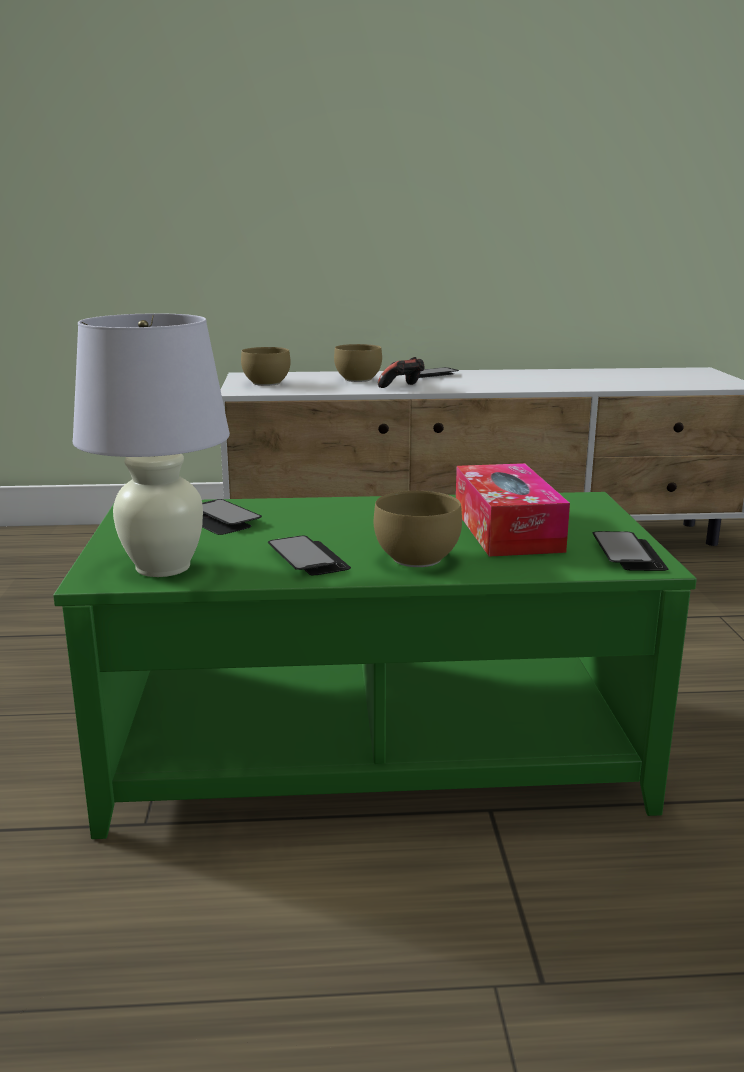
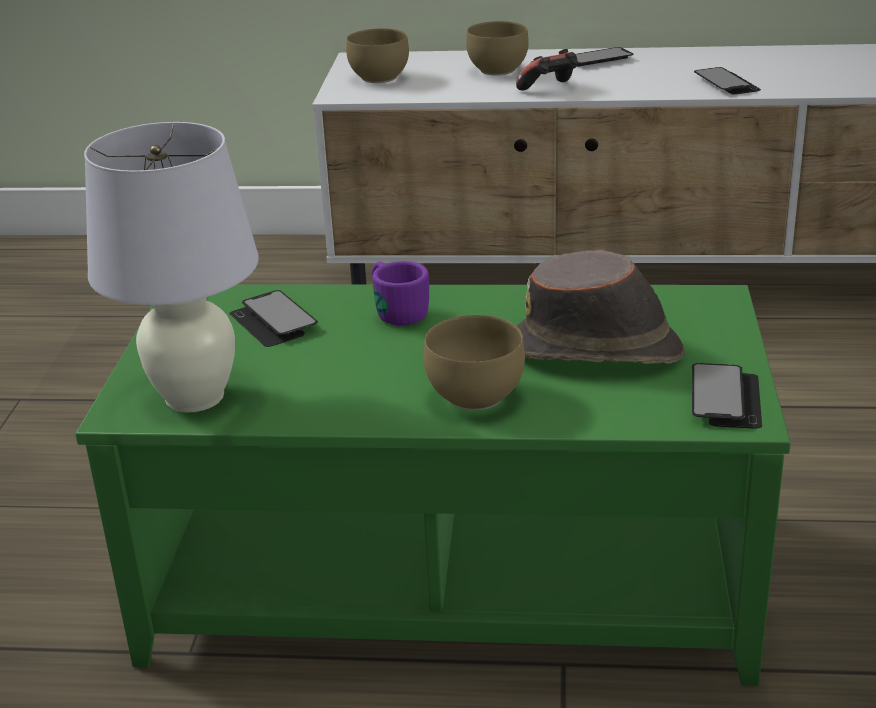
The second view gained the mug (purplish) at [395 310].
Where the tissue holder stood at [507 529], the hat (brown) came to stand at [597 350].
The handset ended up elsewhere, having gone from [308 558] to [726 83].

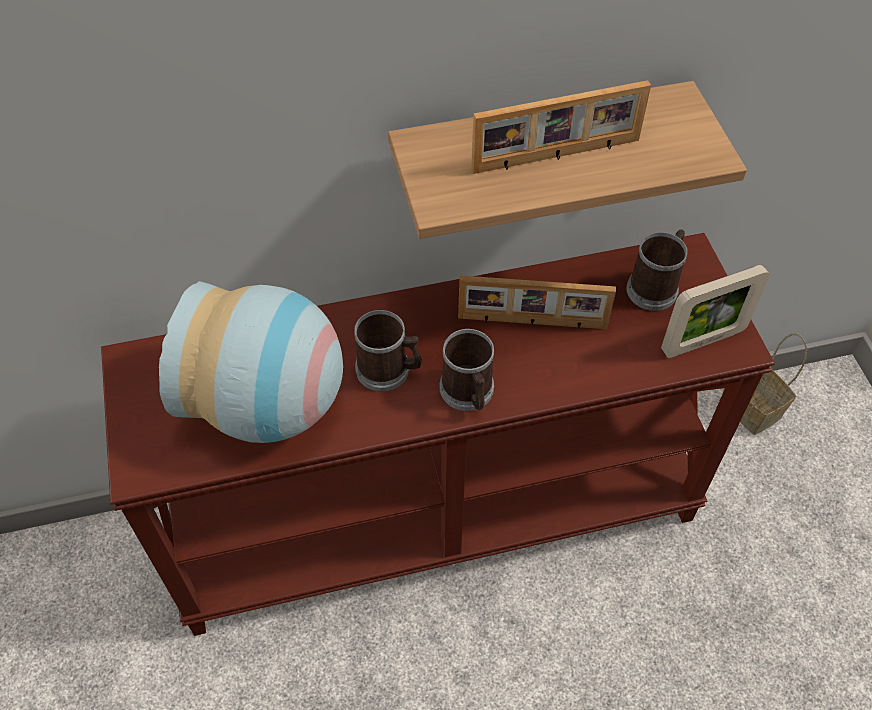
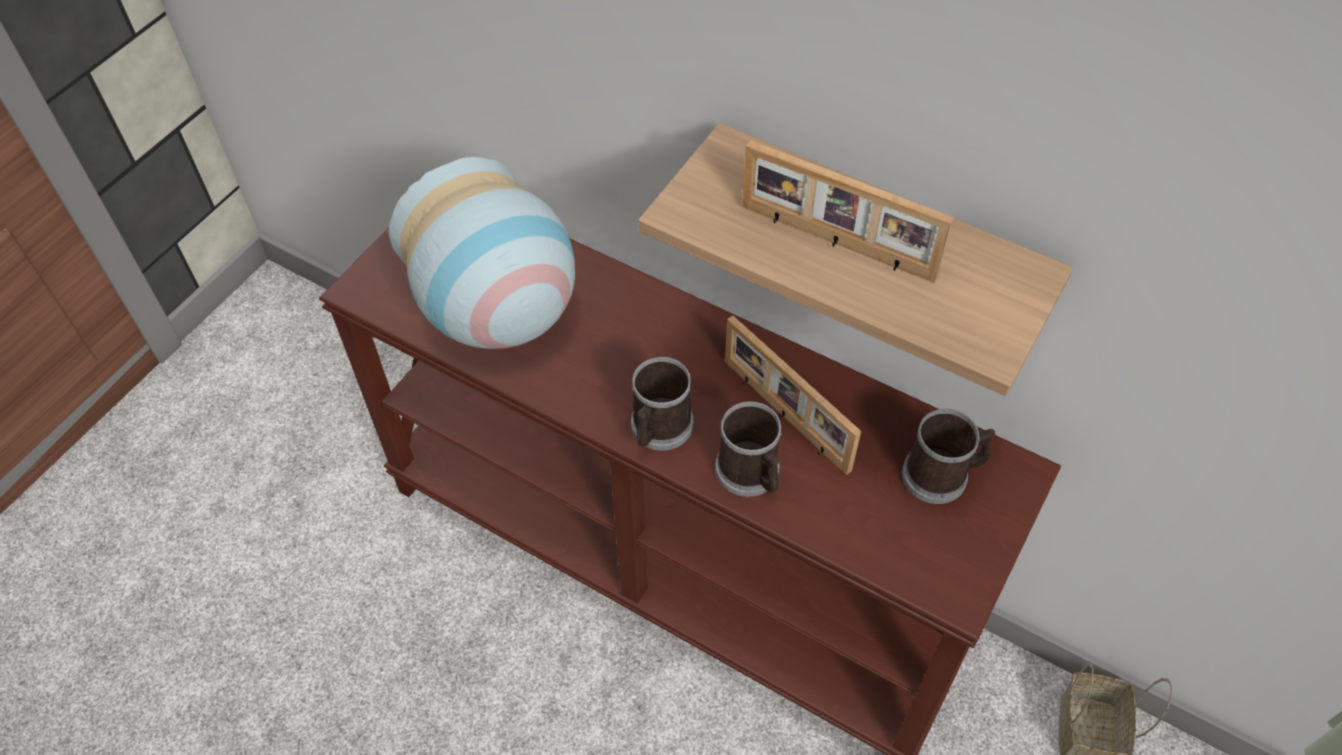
The mug ended up elsewhere, having gone from [389 370] to [751 474].
The second view lost the standing frame at [703 341].

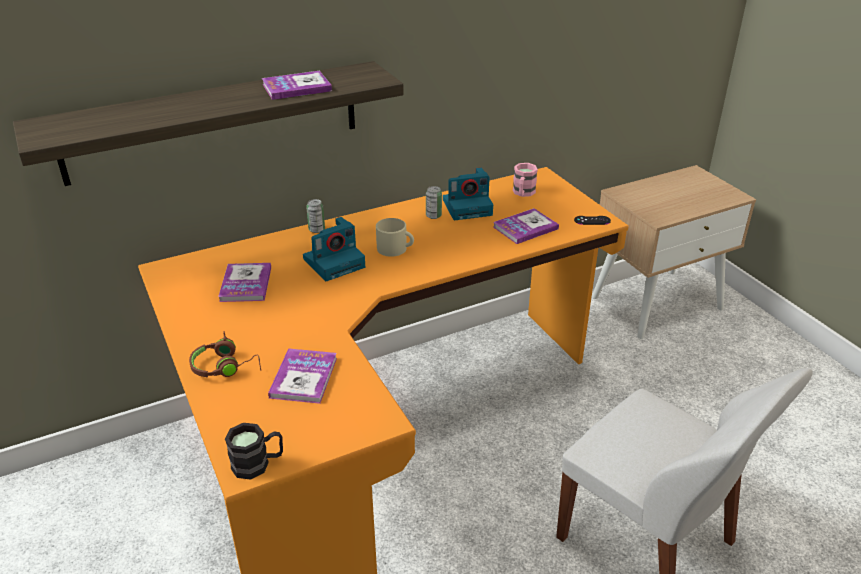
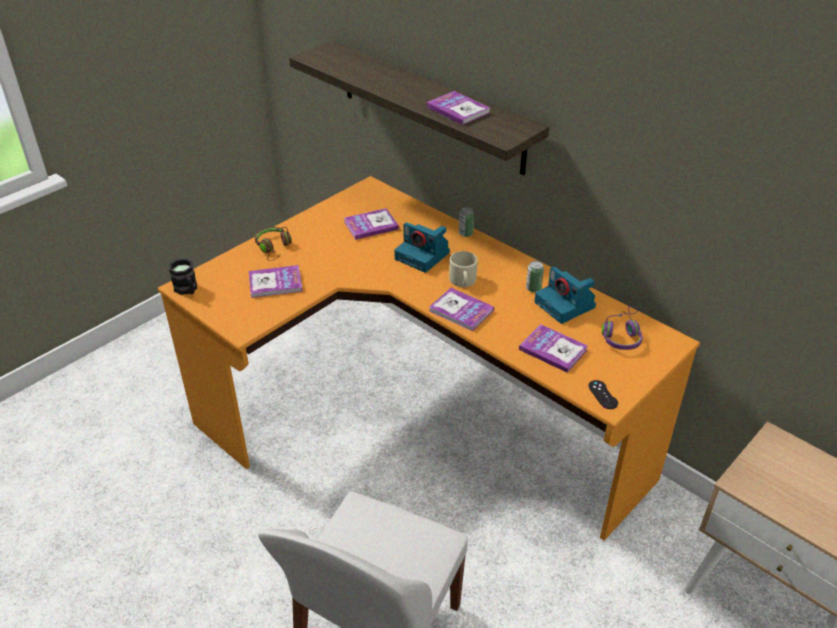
The second view gained the book at [461 311].
Where the mug (pink) stood at [523 193], the headset (purplish) came to stand at [622 335].

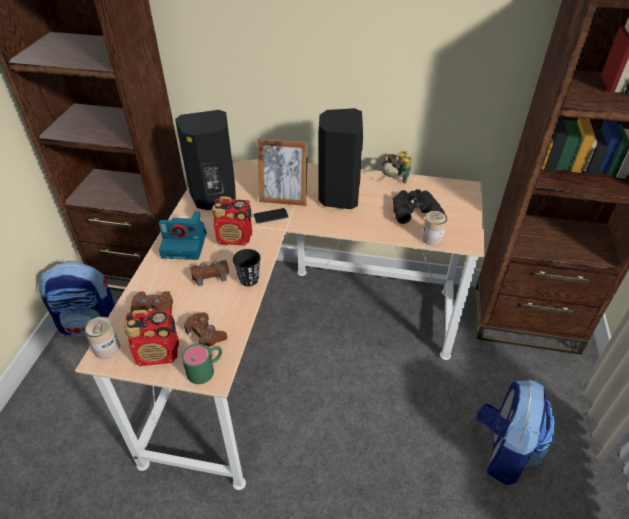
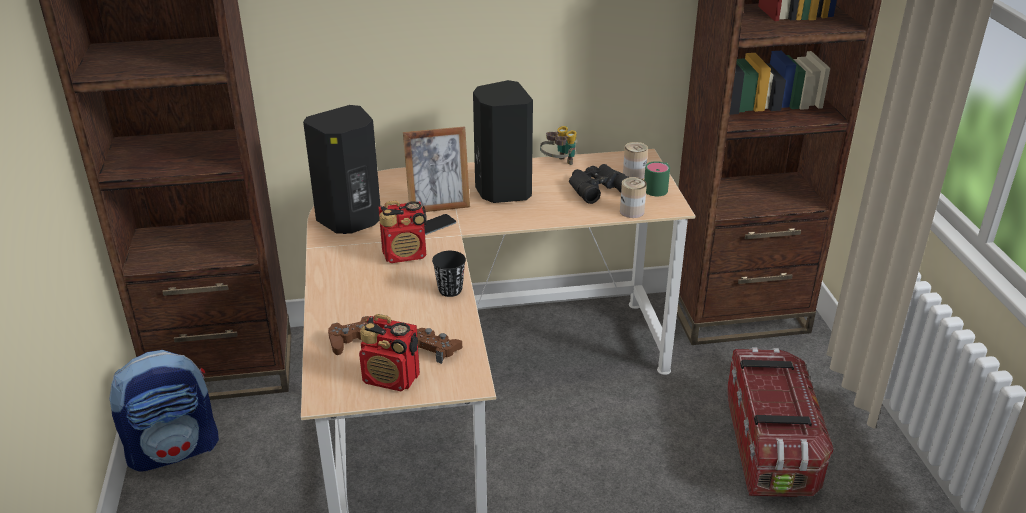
The radio set at [158 353] ended up facing another way, 45 degrees clockwise from before.
The can ended up elsewhere, having gone from [107 348] to [634 174].
The mug (green-coloured) ended up elsewhere, having gone from [206 369] to [658 187].
Where the knapsack stood at [503 450], the storage bin came to stand at [769 445].
The second view lost the photo camera at [185 244].
The second view lost the joypad (brown) at [210 275].

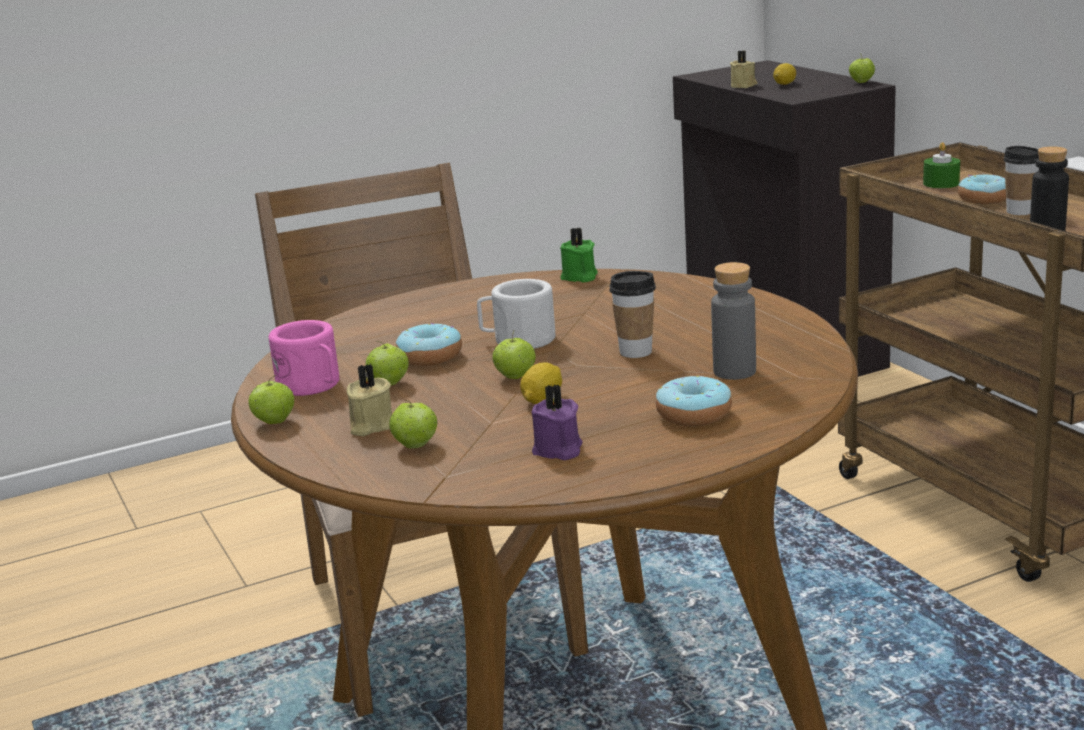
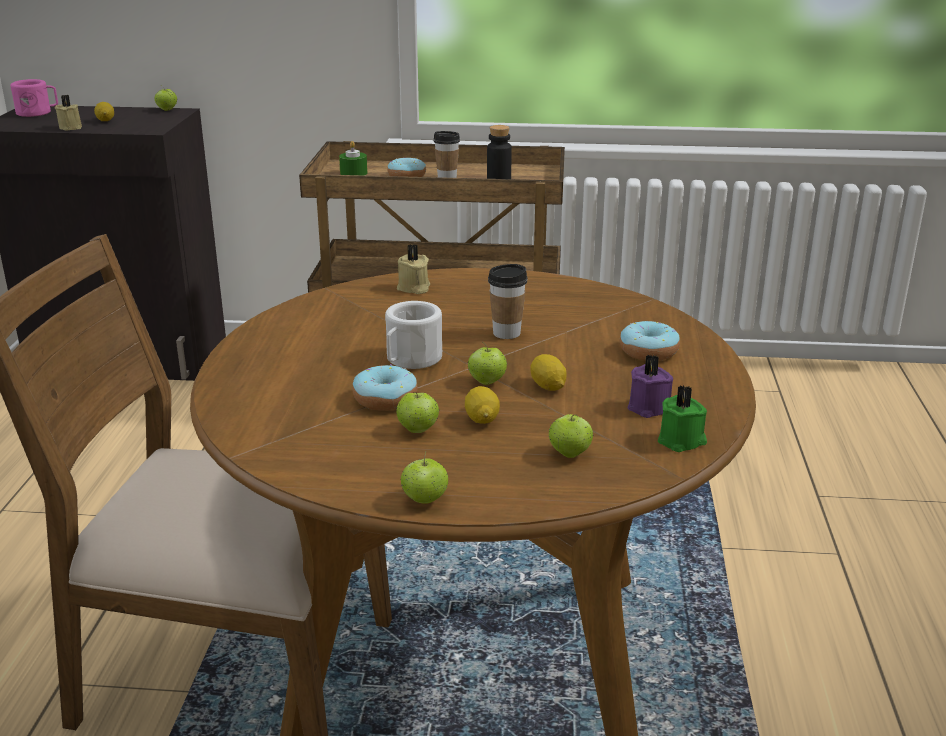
The mug (pink) ended up elsewhere, having gone from [313 386] to [38 113].
The wax candle (beige-coloured) ended up elsewhere, having gone from [370 426] to [414 288].
The second view gained the whole lemon at [481 419].
The wax candle (green-coloured) ended up elsewhere, having gone from [579 277] to [682 441].
The second view lost the drink bottle (greyish) at [734 371].

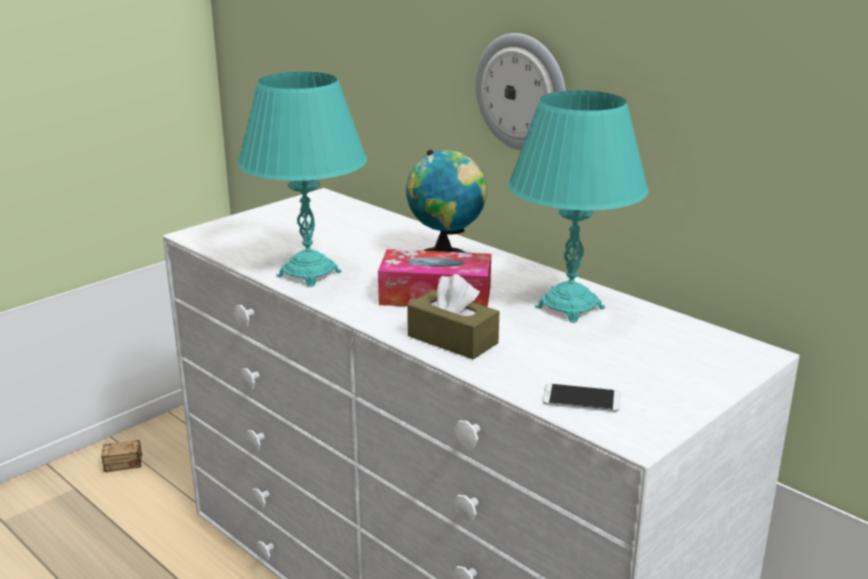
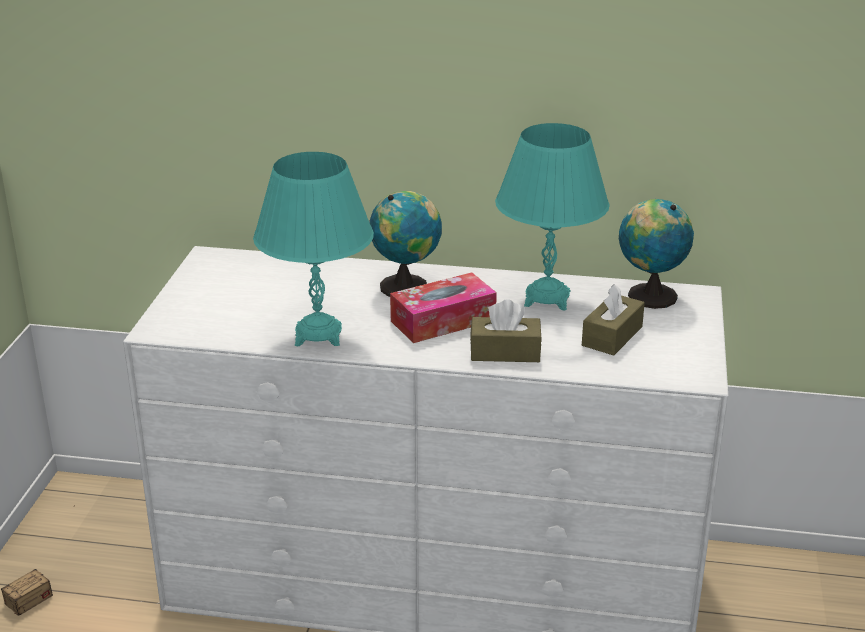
The second view gained the tissue holder (brown) at [612 336].
The second view gained the world globe at [649 295].
The second view lost the wall clock at [522 92].
The second view lost the handset at [581 399].

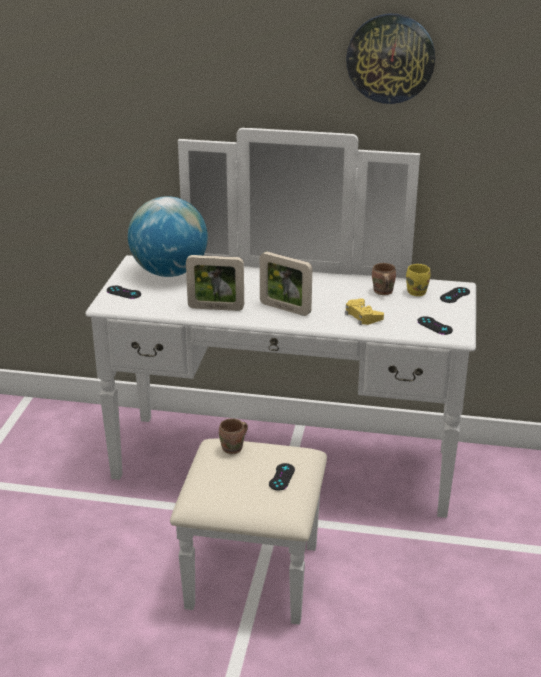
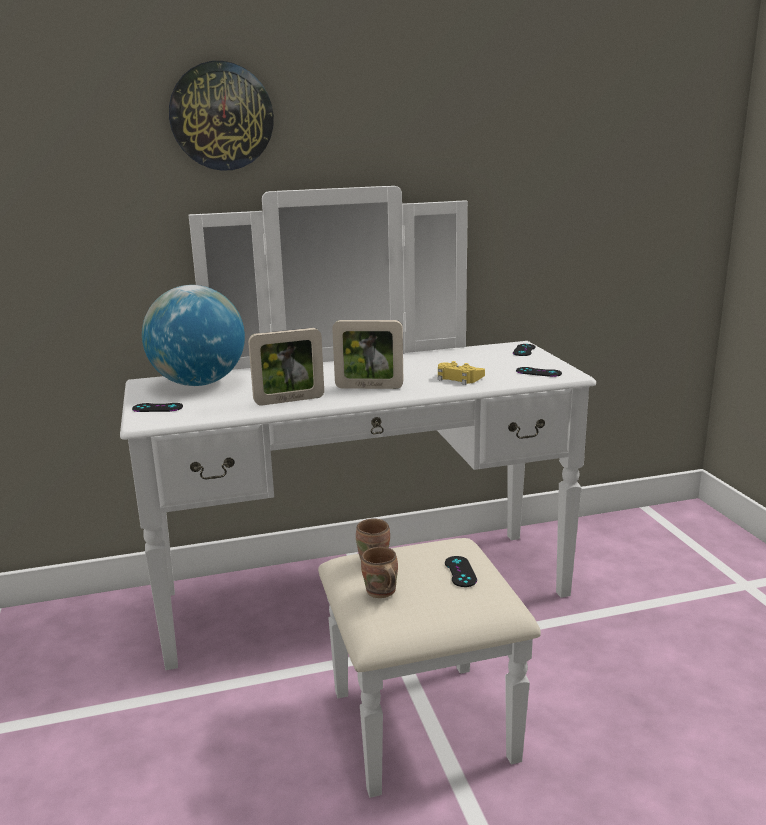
The wall clock ended up elsewhere, having gone from [390 58] to [221 116].
The mug (brown) ended up elsewhere, having gone from [382 292] to [380 593].
The second view lost the mug (yellow-coloured) at [418 292].

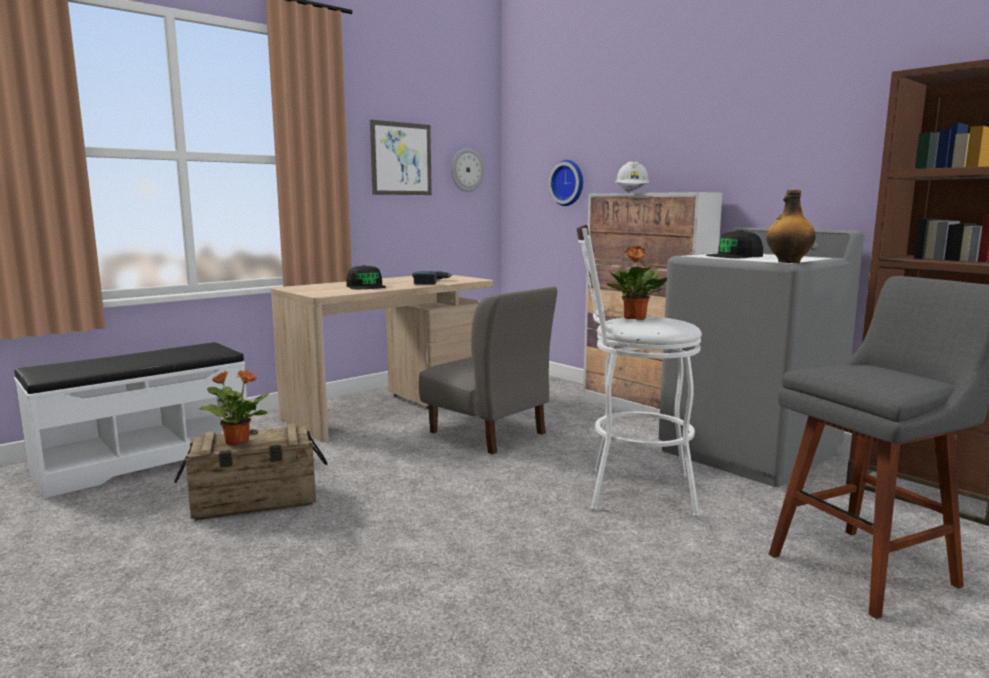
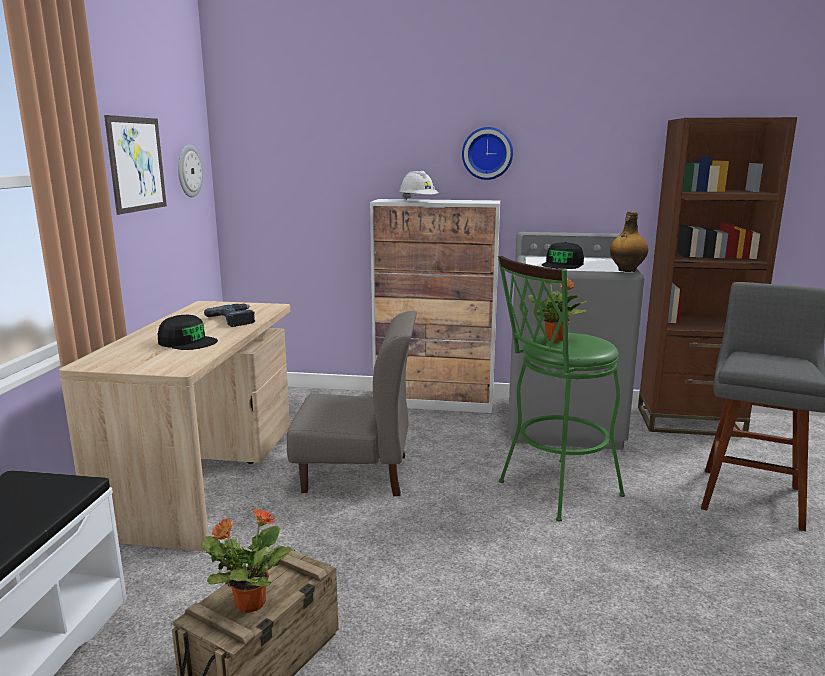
The wall clock ended up elsewhere, having gone from [568 183] to [487 153].
What was the stool seat (white) at [629 490] turned into the stool seat (green-coloured) at [552 491].

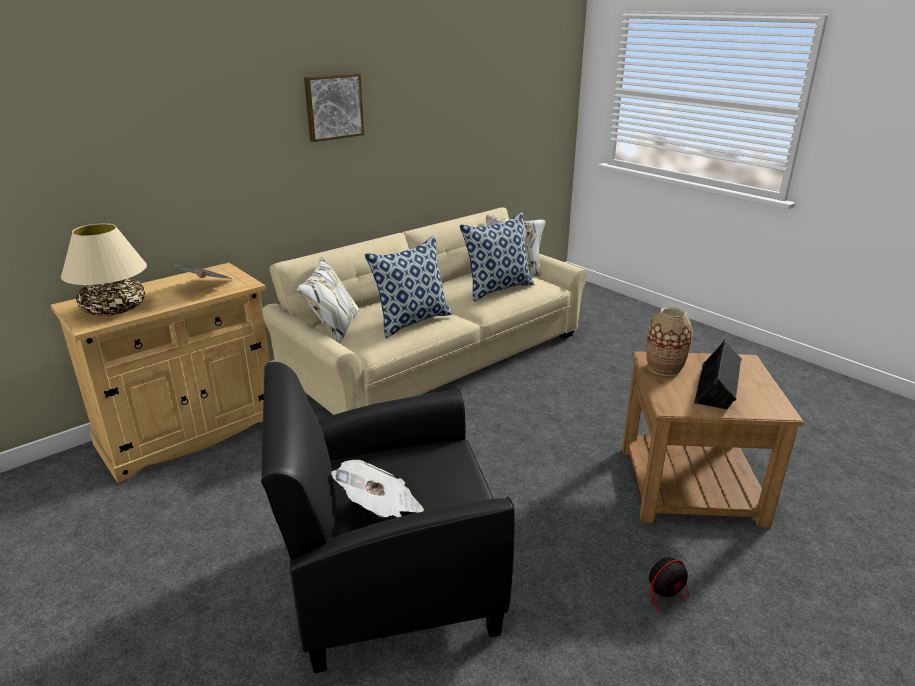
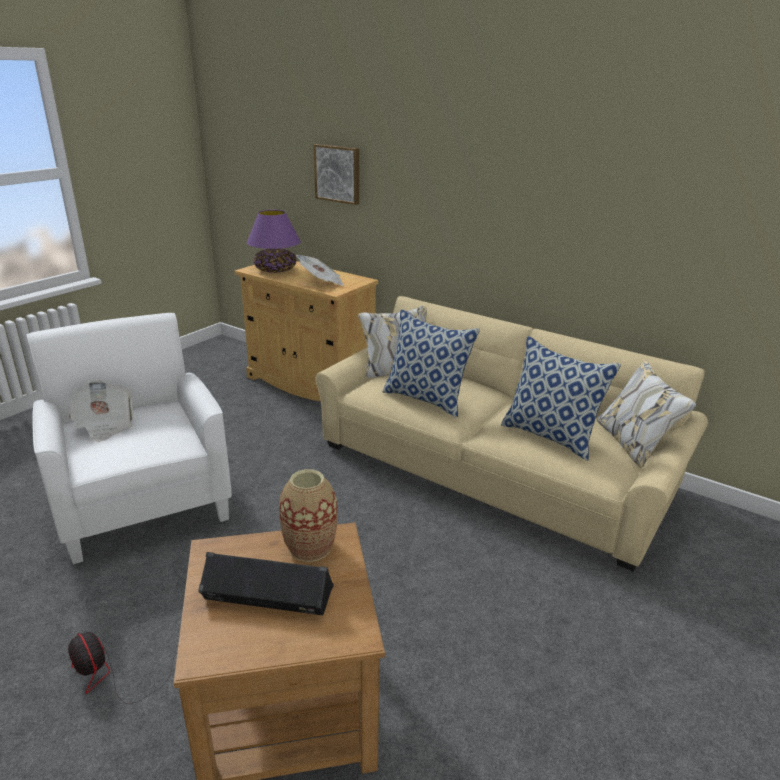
What was the lounge chair (blackish) at [390 579] turned into the lounge chair (white) at [143 500].
What was the lamp for a table (beige-coloured) at [114 309] turned into the lamp for a table (purplish) at [275 270].
The wall picture ended up elsewhere, having gone from [333 106] to [338 173].

